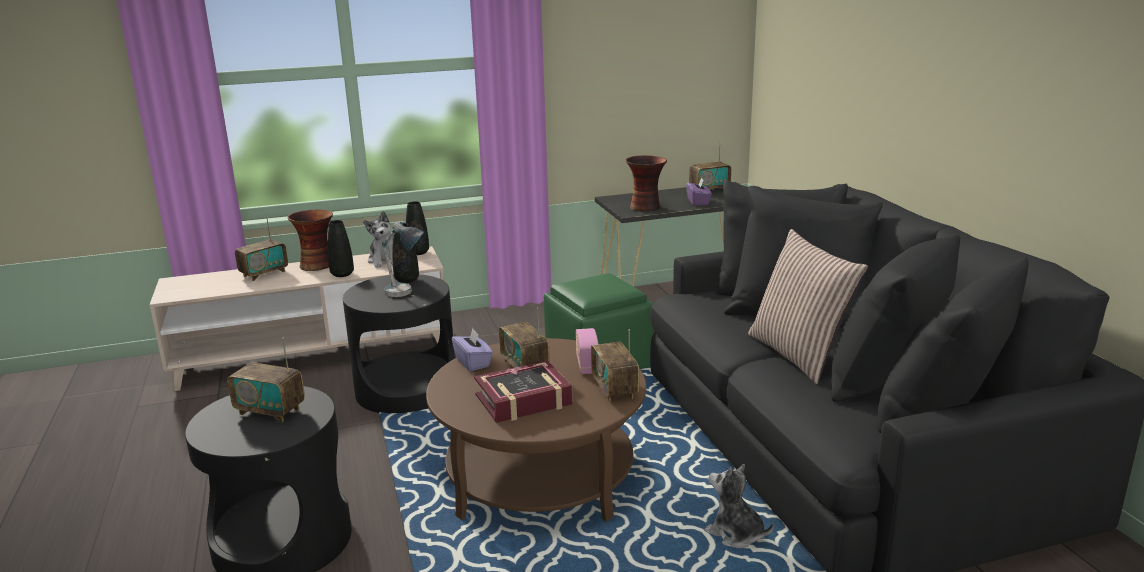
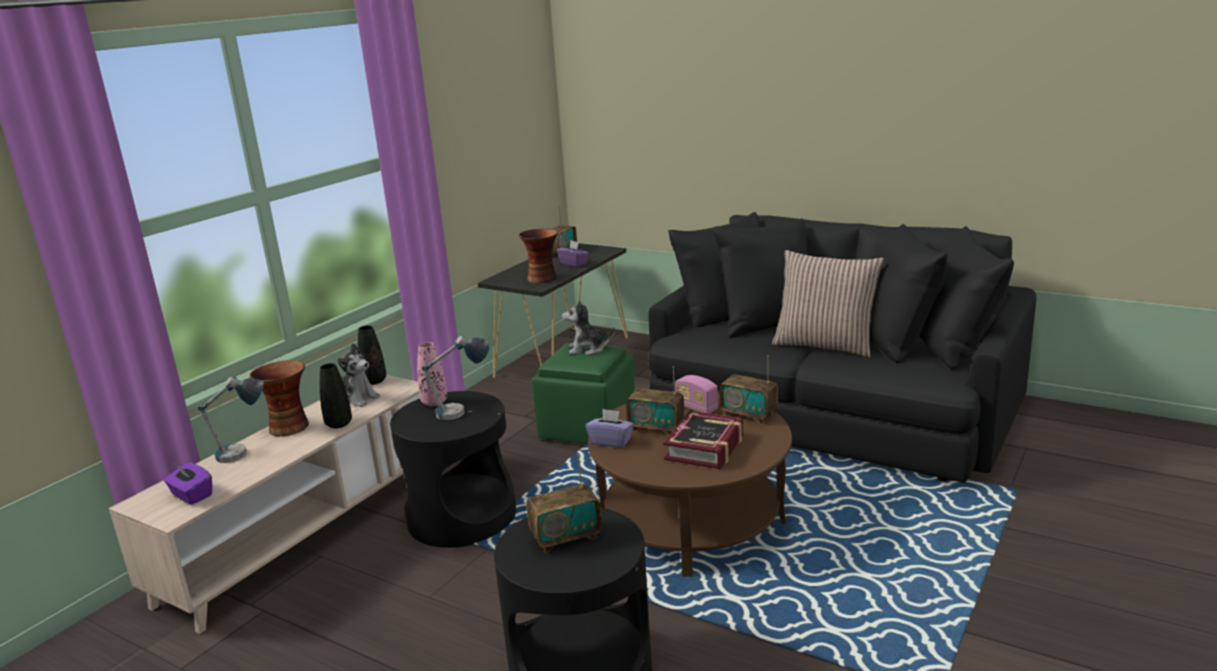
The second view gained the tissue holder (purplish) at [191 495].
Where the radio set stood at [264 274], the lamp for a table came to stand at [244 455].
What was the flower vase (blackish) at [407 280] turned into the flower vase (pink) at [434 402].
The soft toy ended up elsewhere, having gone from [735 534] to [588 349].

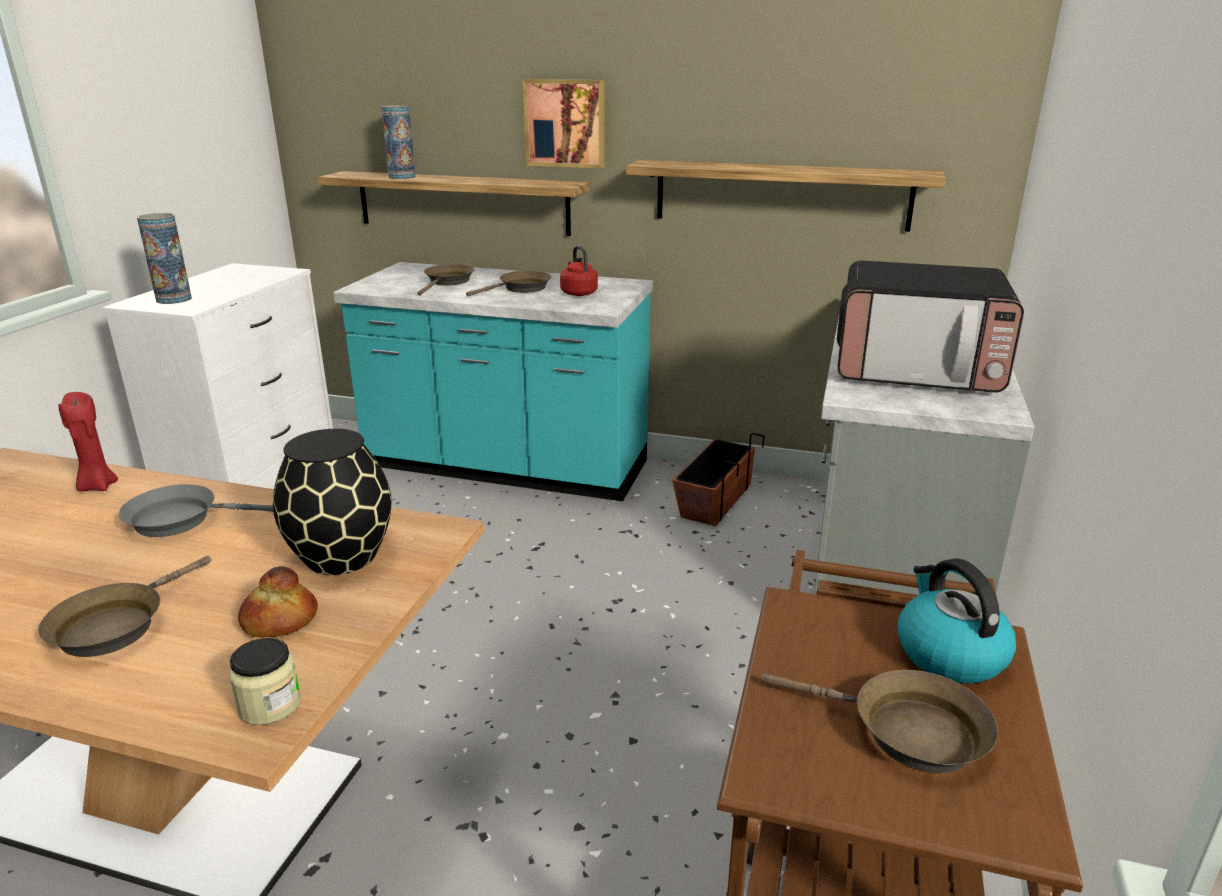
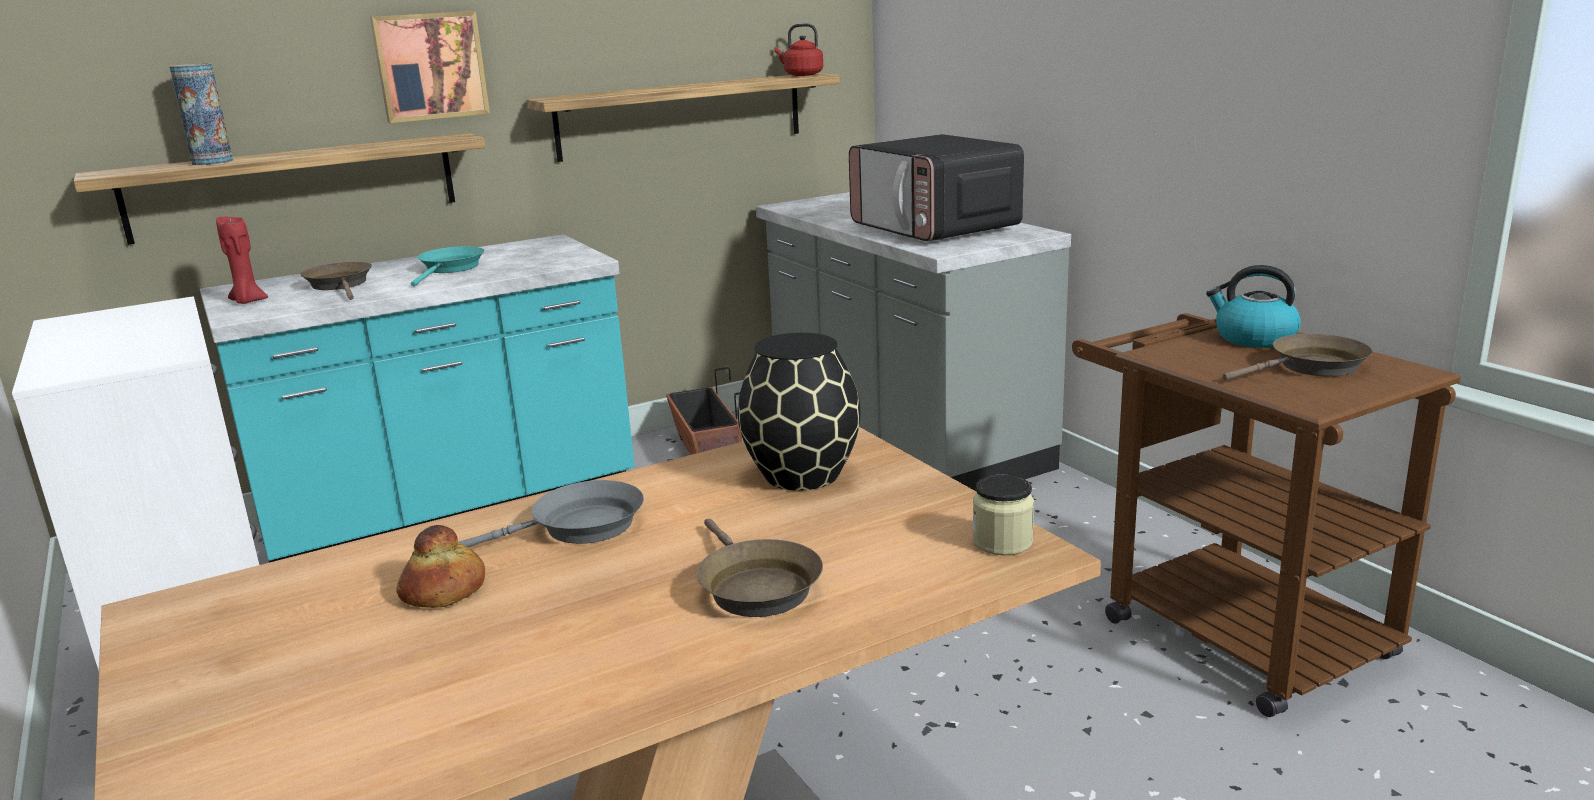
The wax candle (red) ended up elsewhere, having gone from [97 486] to [247 302].
The bakery bread ended up elsewhere, having gone from [279 621] to [445 591].
What was the pan (brown) at [521 288] turned into the pan (turquoise-coloured) at [450 269].
The pan (greyish) at [181 519] ended up facing another way, 150 degrees counterclockwise from before.
The tea kettle (red) ended up elsewhere, having gone from [578 293] to [801 75].
The kitchen microwave at [917 369] ended up facing another way, 90 degrees clockwise from before.
The second view lost the flower vase at [174 299].

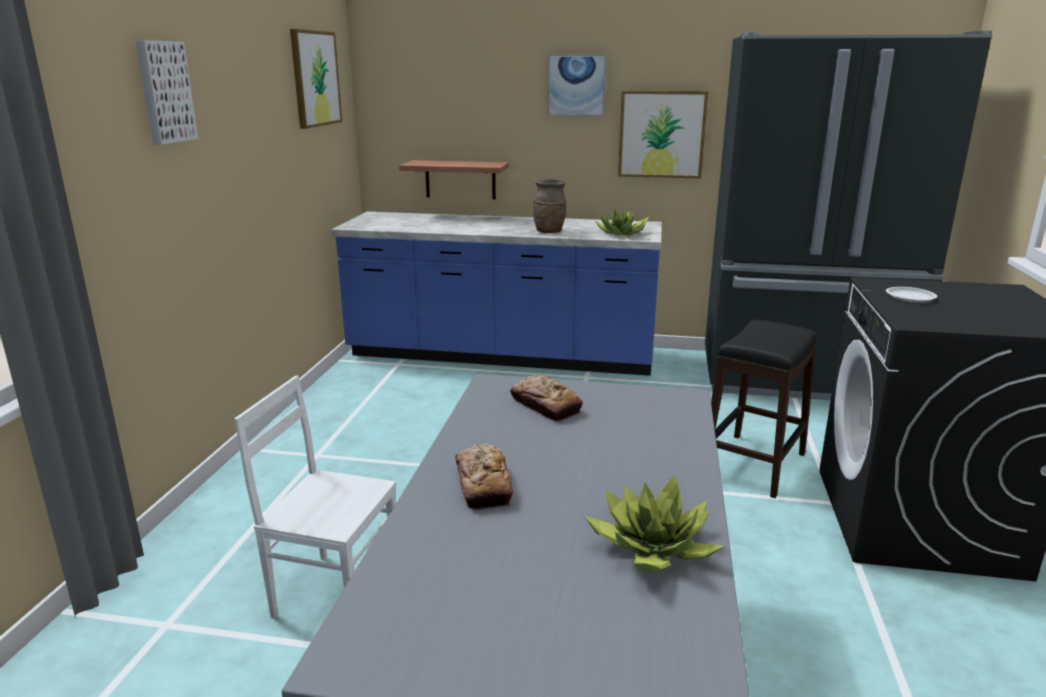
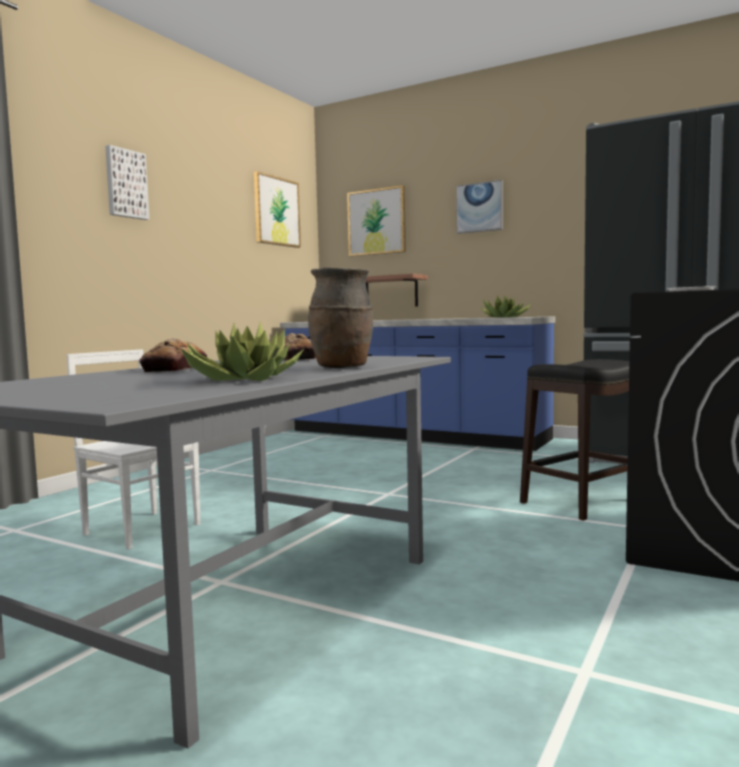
The flower vase (brown) ended up elsewhere, having gone from [549 232] to [343 367].
The wall picture ended up elsewhere, having gone from [661 134] to [376 222].

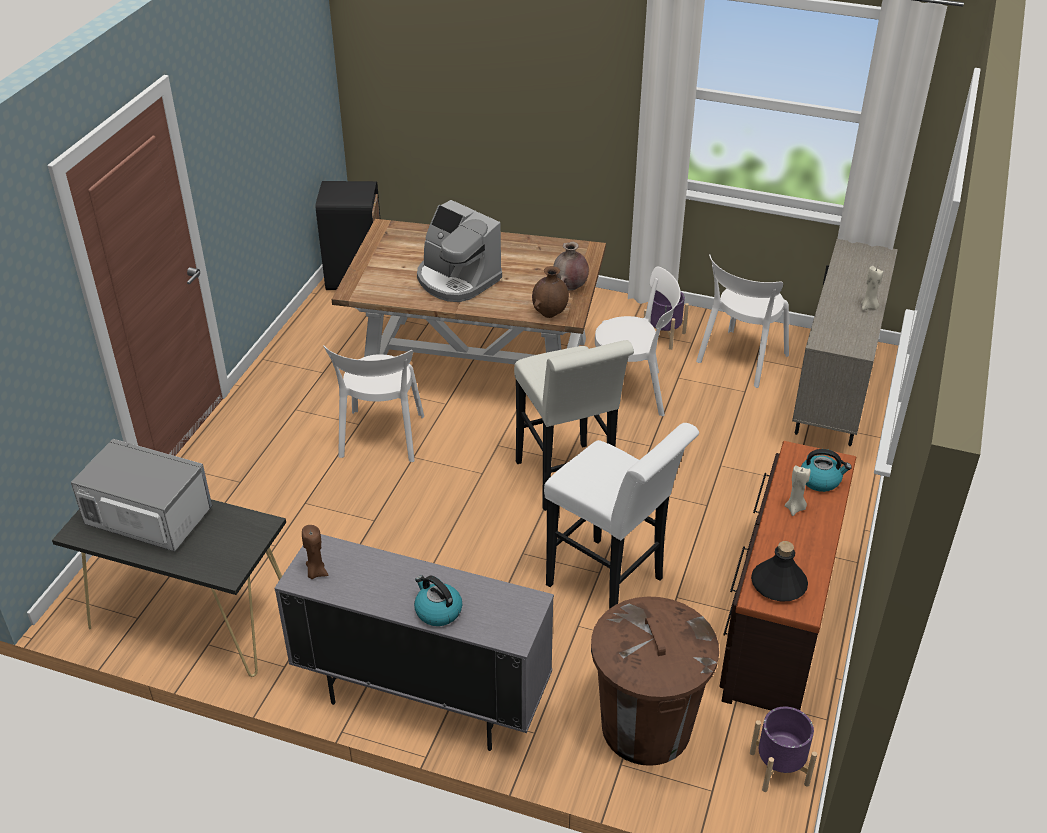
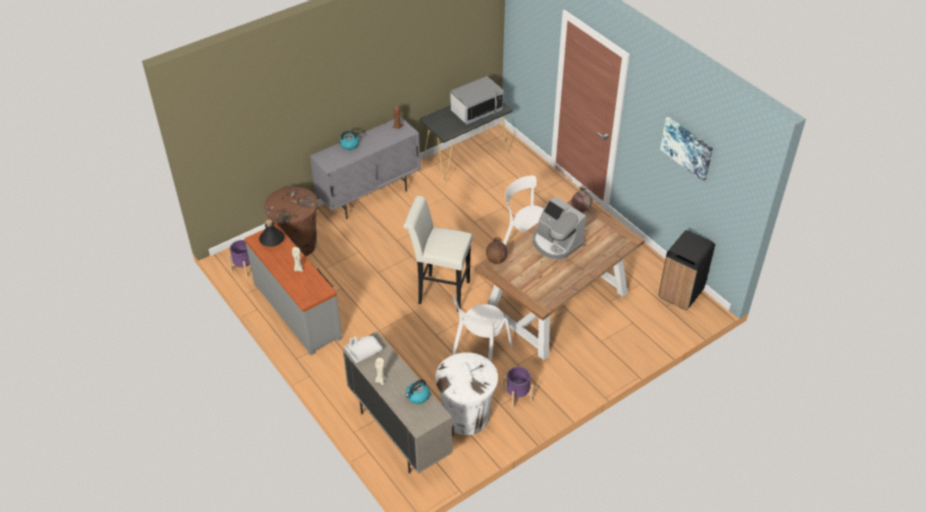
What was the drawer chest (brown) at [777 621] turned into the drawer chest (greyish) at [298 310].
The second view gained the serving tray (greyish) at [363 351].
The tea kettle ended up elsewhere, having gone from [820 480] to [417 396].
Where the upright chair (white) stood at [740 360], the trash can (white) came to stand at [466 416].
The coffee maker at [456 279] ended up facing another way, 120 degrees counterclockwise from before.
The flower vase (brown) ended up elsewhere, having gone from [570 287] to [580 210].
The second view gained the wall picture at [687 148].
The second view lost the stool seat (white) at [611 585].

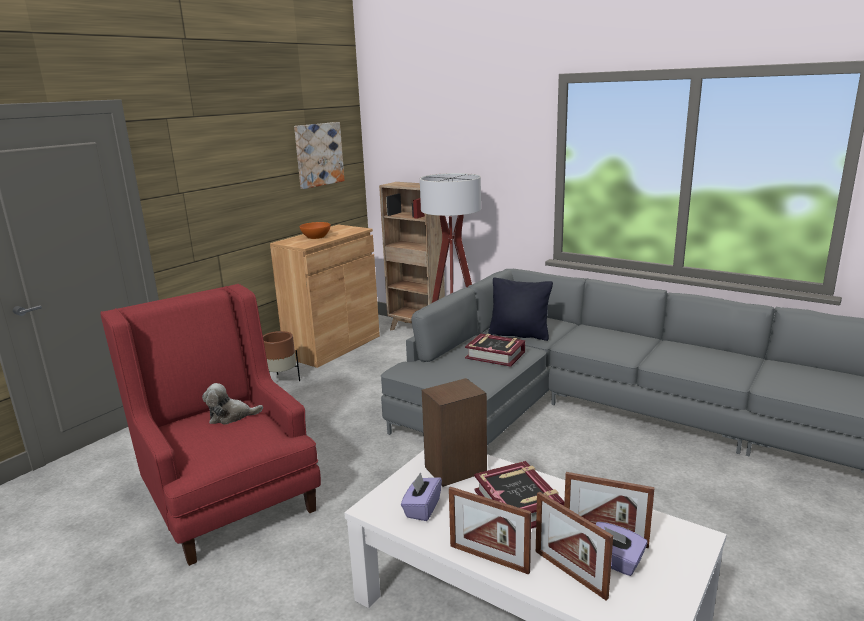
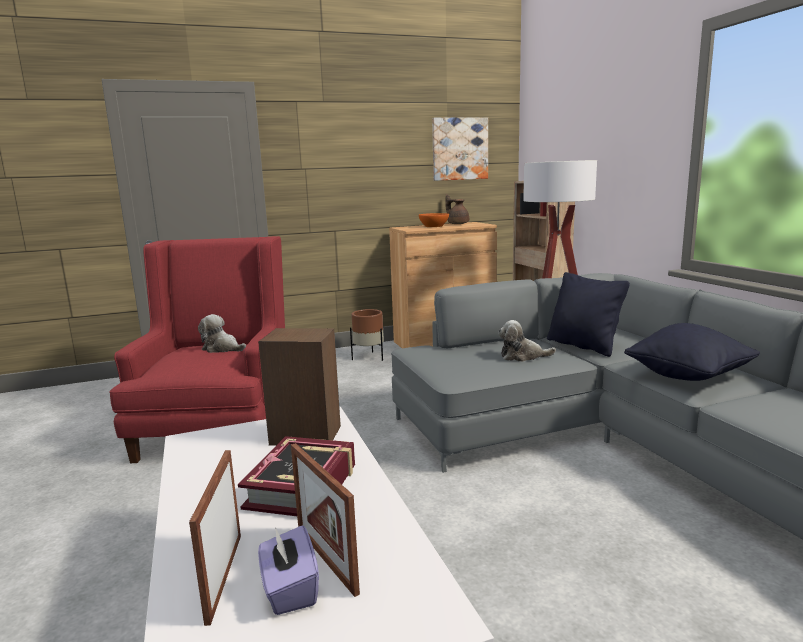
The second view gained the teapot (brown) at [457 224].
Where the book stood at [495 355], the soft toy came to stand at [522 356].
The second view gained the throw pillow (blackish) at [688 377].
The second view lost the tissue holder (purplish) at [422 508].
The second view lost the standing frame at [489 558].

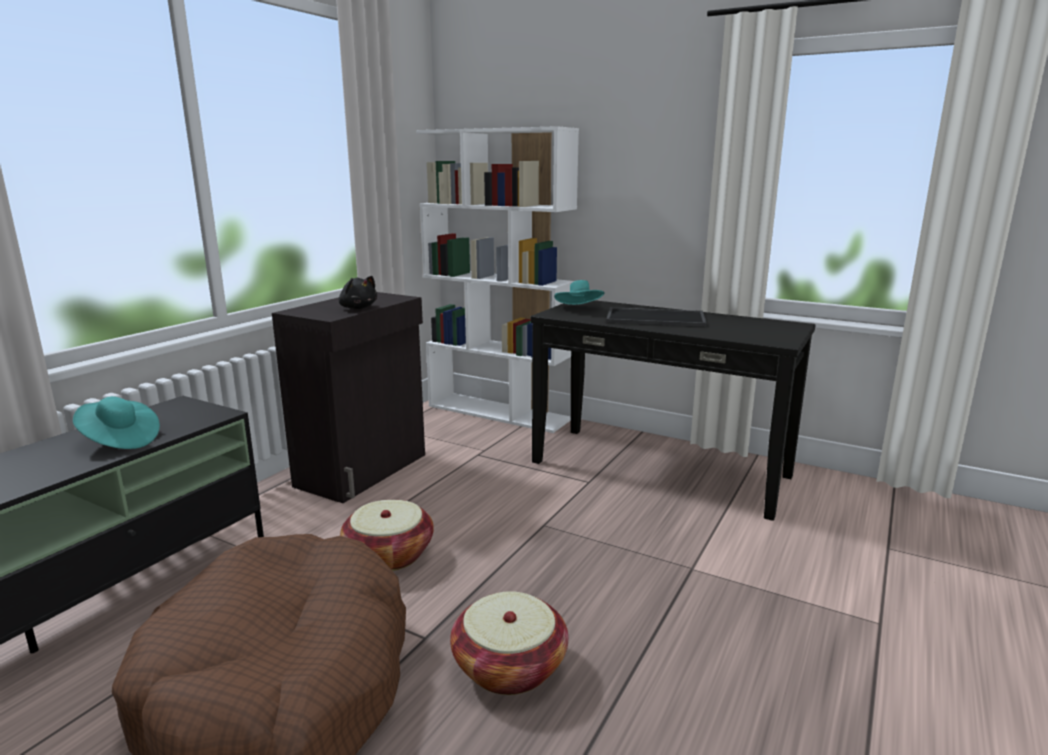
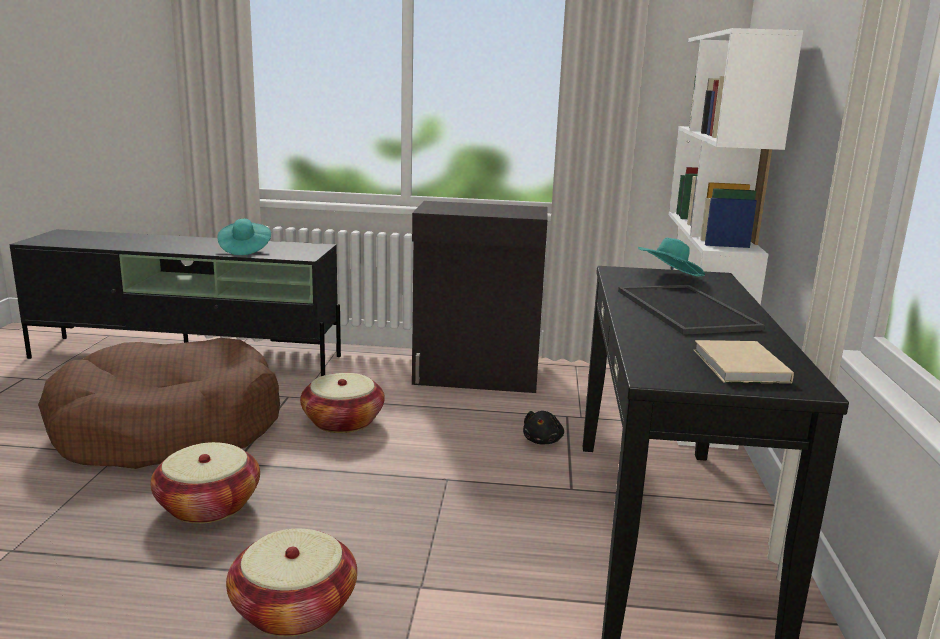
The second view gained the basket at [294 608].
The soft toy (blackish) ended up elsewhere, having gone from [357 308] to [543 441].
The second view gained the book (beige-coloured) at [739 367].

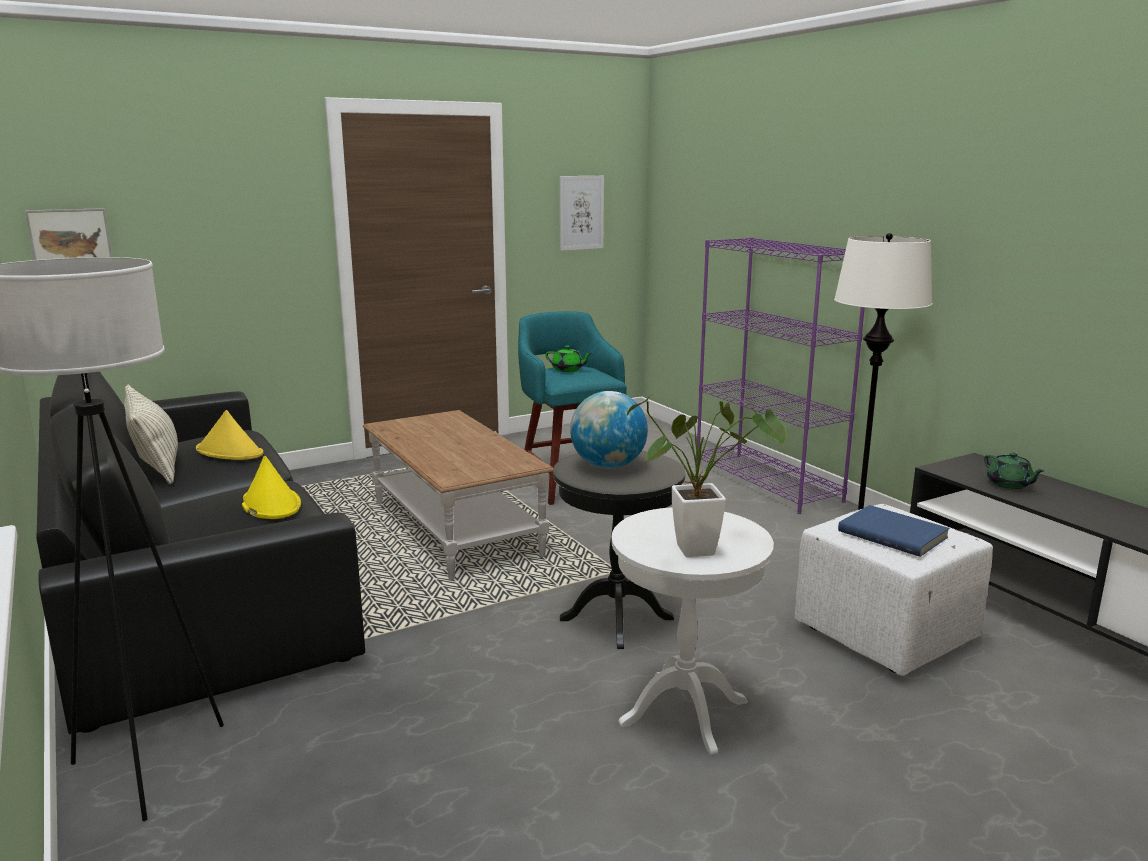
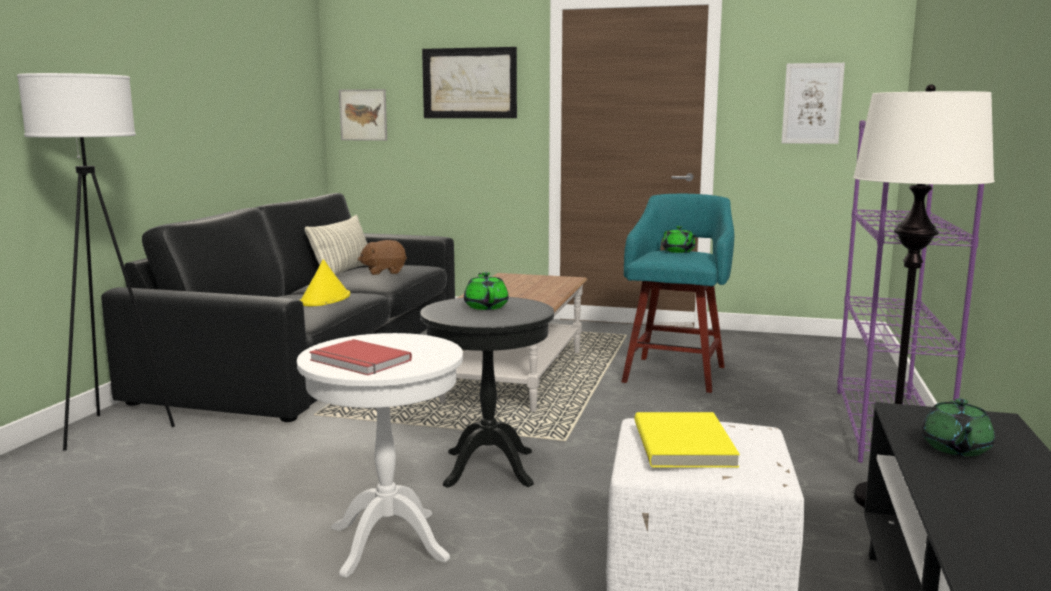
Where the houseplant stood at [705 550], the book (red) came to stand at [358 361].
Where the hat (yellow-coloured) stood at [230 452], the soft toy (brown) came to stand at [384 272].
The second view gained the wall picture at [469 83].
Where the world globe stood at [608 466], the teapot (green-coloured) came to stand at [486 306].
What was the book (blue-coloured) at [893 533] turned into the book (yellow-coloured) at [686 444].

